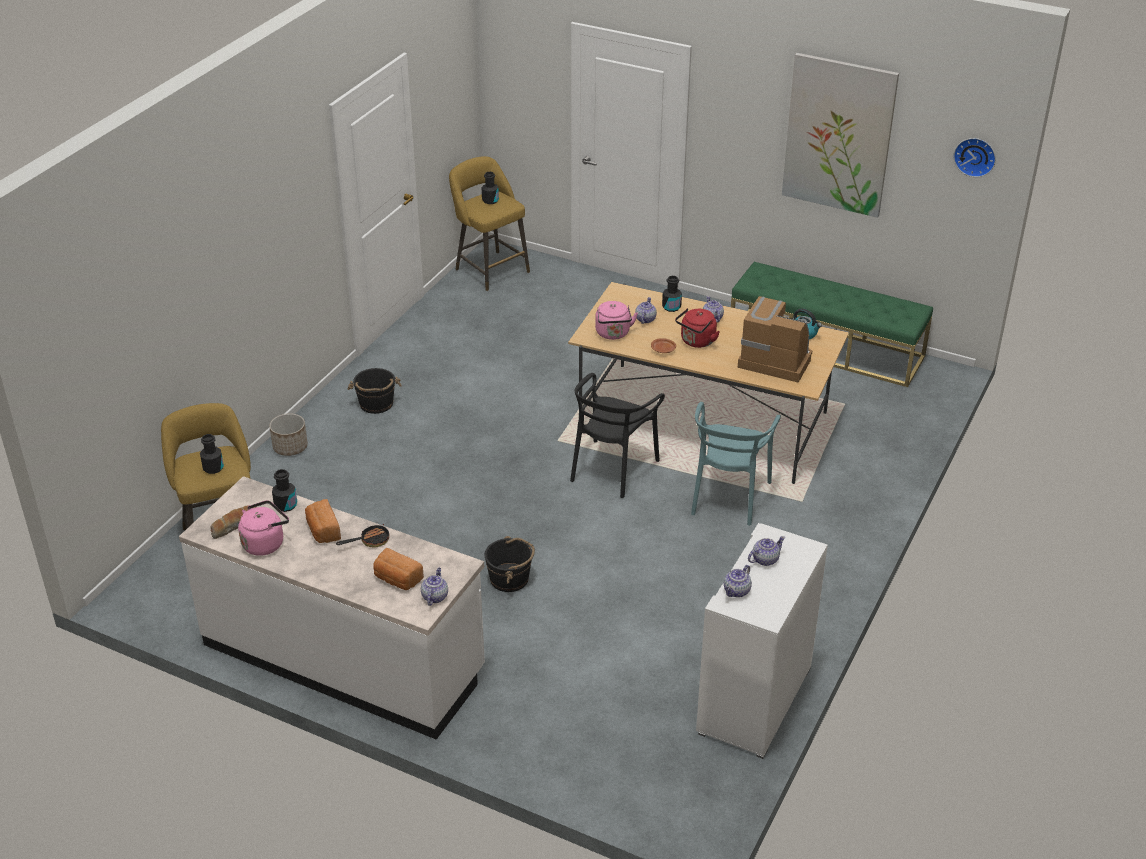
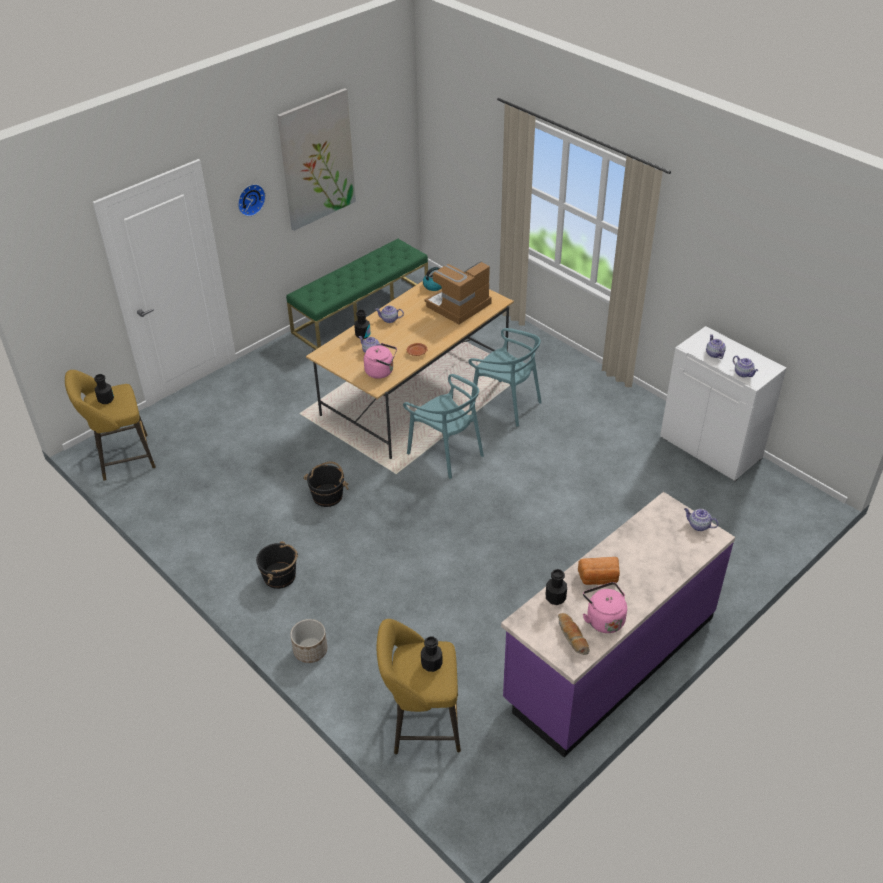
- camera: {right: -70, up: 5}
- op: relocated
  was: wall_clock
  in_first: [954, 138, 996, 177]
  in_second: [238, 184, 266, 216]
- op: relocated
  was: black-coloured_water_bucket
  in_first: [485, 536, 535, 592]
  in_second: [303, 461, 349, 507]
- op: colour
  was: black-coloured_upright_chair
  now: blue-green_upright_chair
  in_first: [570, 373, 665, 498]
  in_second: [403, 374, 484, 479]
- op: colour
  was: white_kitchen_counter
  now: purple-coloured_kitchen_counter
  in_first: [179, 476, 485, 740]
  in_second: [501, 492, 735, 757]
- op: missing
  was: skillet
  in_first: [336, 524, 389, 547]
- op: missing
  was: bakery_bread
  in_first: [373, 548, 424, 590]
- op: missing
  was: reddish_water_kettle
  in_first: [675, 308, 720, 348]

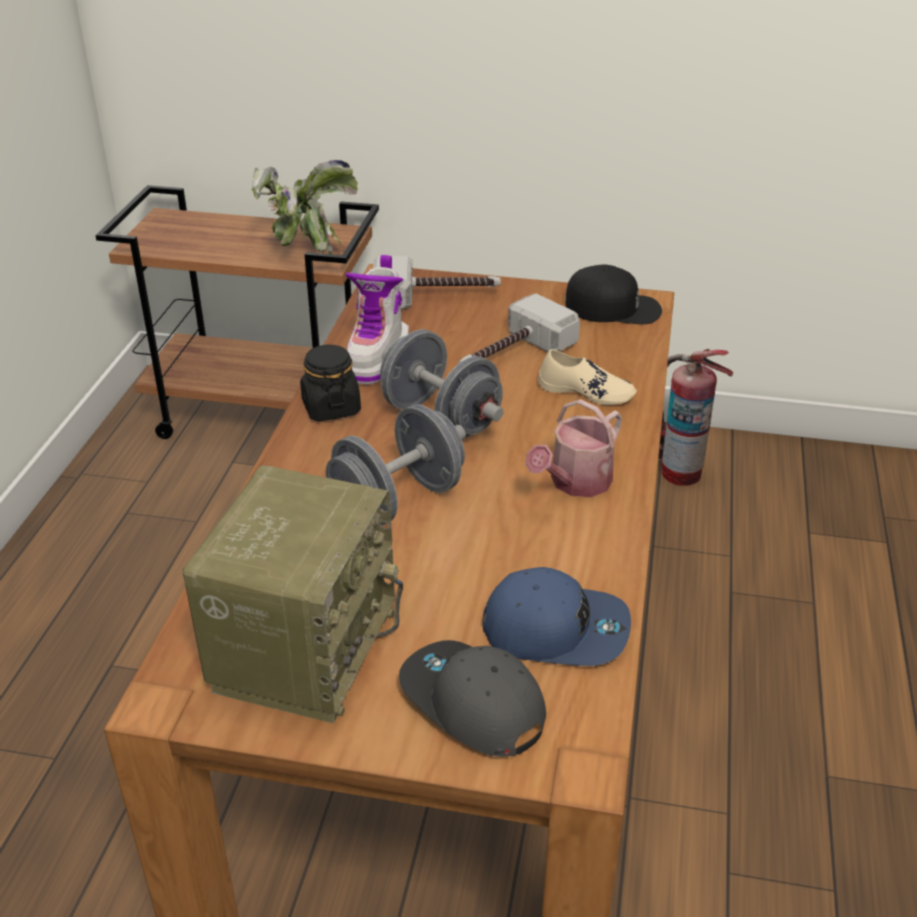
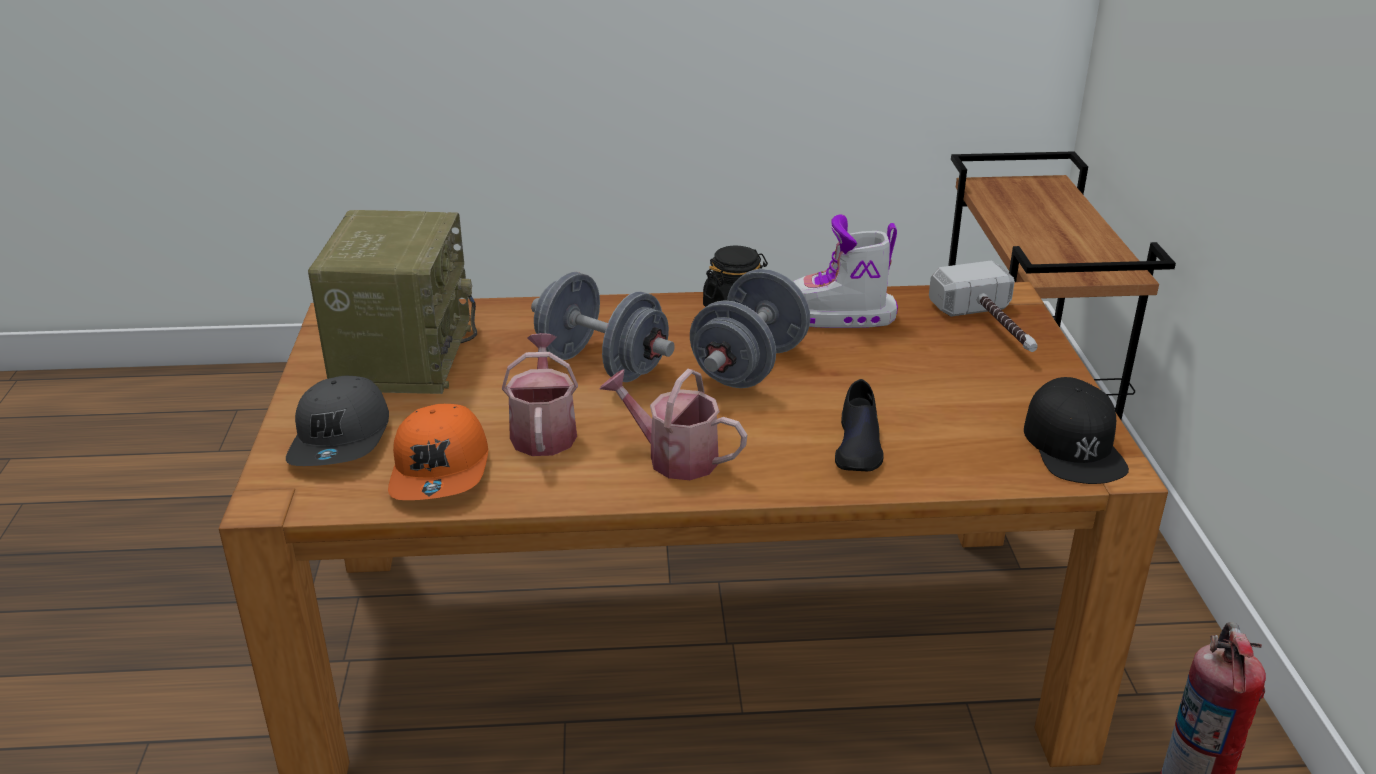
- camera: {right: 75, up: -5}
- op: spun
  was: grey_peaked_cap
  in_first: [399, 640, 546, 757]
  in_second: [286, 376, 389, 466]
  clockwise: 150
- op: spun
  was: radio
  in_first: [182, 465, 403, 724]
  in_second: [308, 210, 477, 394]
  clockwise: -90
- op: colour
  was: blue_peaked_cap
  now: orange-coloured_peaked_cap
  in_first: [482, 567, 631, 666]
  in_second: [388, 404, 488, 500]
- op: appeared
  now: watering_can
  in_second: [502, 333, 578, 456]
- op: colour
  was: beige_low_shoe
  now: black-coloured_low_shoe
  in_first: [538, 349, 637, 405]
  in_second: [835, 379, 884, 471]
- op: missing
  was: potted_plant
  in_first: [252, 160, 358, 254]
- op: missing
  was: hammer
  in_first: [458, 293, 580, 364]

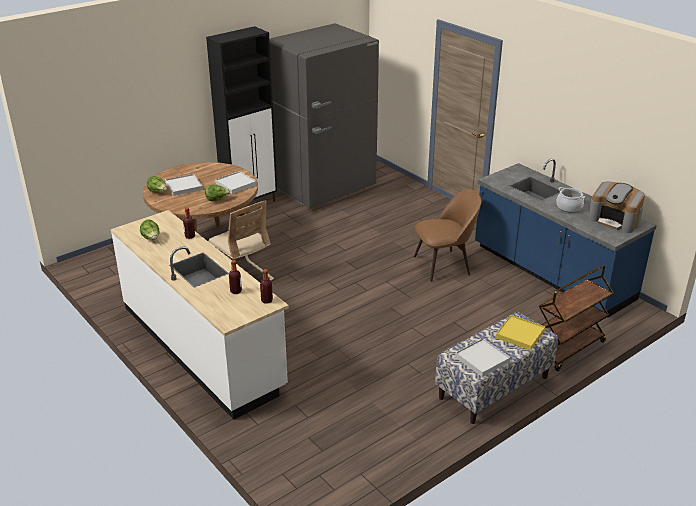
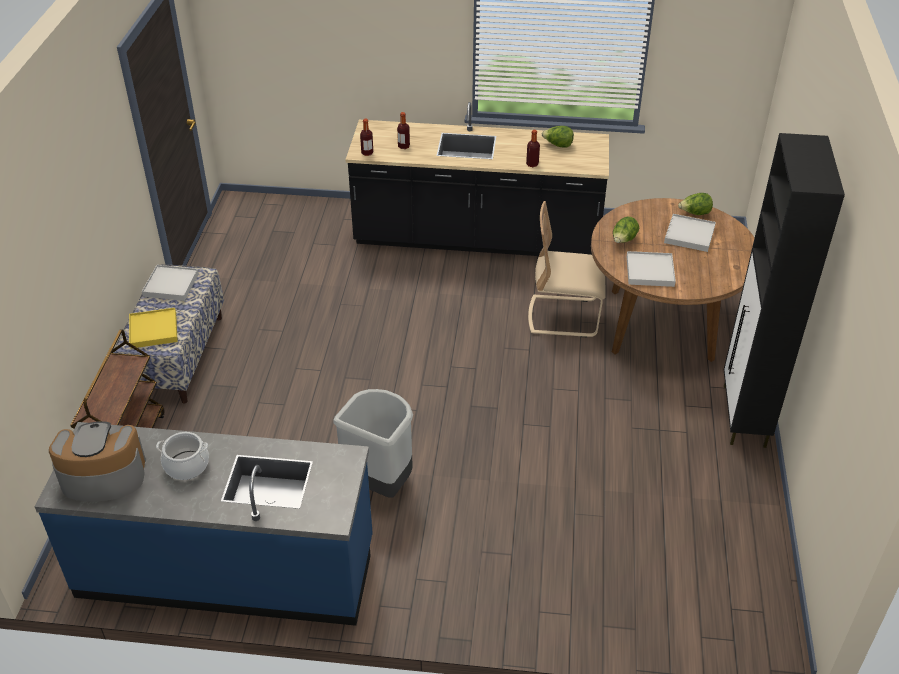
- camera: {right: 135, up: 10}
- op: exchanged
  was: brown-coloured_upright_chair
  now: grey_trash_can
  in_first: [414, 189, 482, 282]
  in_second: [333, 389, 413, 498]
- op: colour
  was: white_kitchen_counter
  now: black-coloured_kitchen_counter
  in_first: [110, 210, 289, 420]
  in_second: [345, 102, 609, 256]
- op: missing
  was: grey_refrigerator
  in_first: [269, 23, 379, 209]

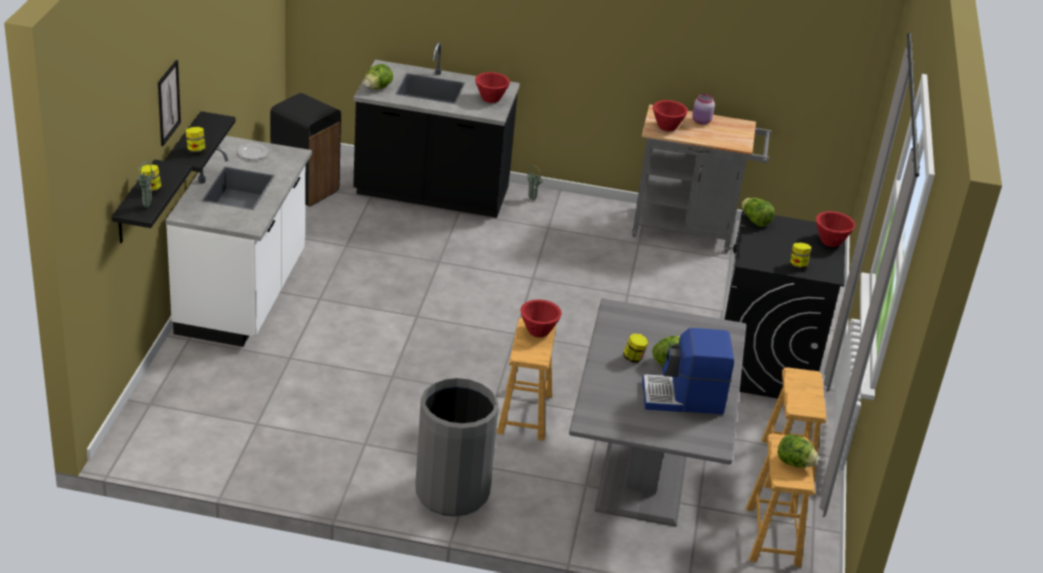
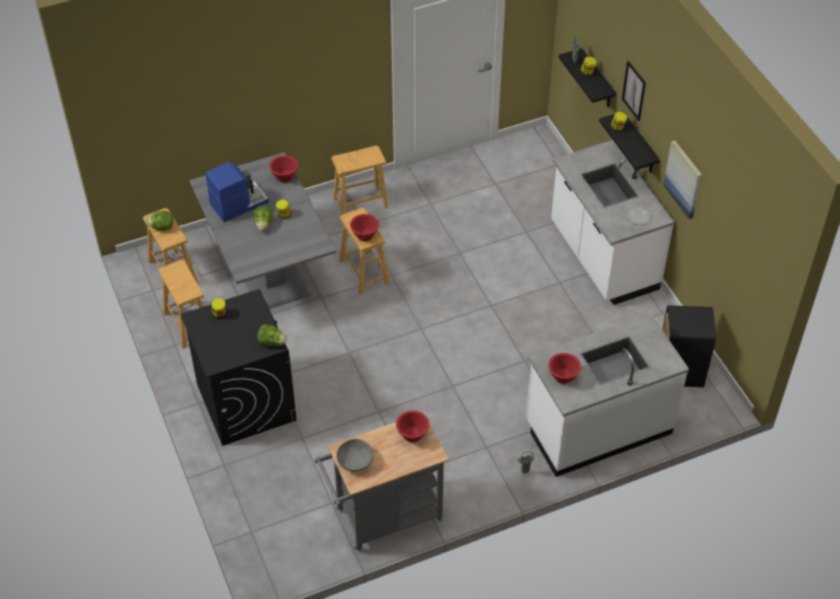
- camera: {right: 150, up: 15}
- op: relocated
  was: reddish_bowl
  in_first: [816, 211, 855, 247]
  in_second: [269, 155, 298, 182]
- op: exchanged
  was: grey_trash_can
  now: brown-coloured_sitting_stool
  in_first: [415, 378, 499, 517]
  in_second: [331, 146, 388, 215]
- op: appeared
  now: grey_bowl
  in_second: [337, 439, 373, 472]
- op: colour
  was: black-coloured_kitchen_counter
  now: white_kitchen_counter
  in_first: [353, 42, 520, 218]
  in_second: [526, 314, 689, 477]
- op: appeared
  now: wall_art
  in_second: [663, 140, 702, 219]
- op: missing
  was: head_of_lettuce
  in_first: [364, 64, 393, 89]
- op: missing
  was: pink_storage_jar
  in_first: [692, 94, 715, 125]

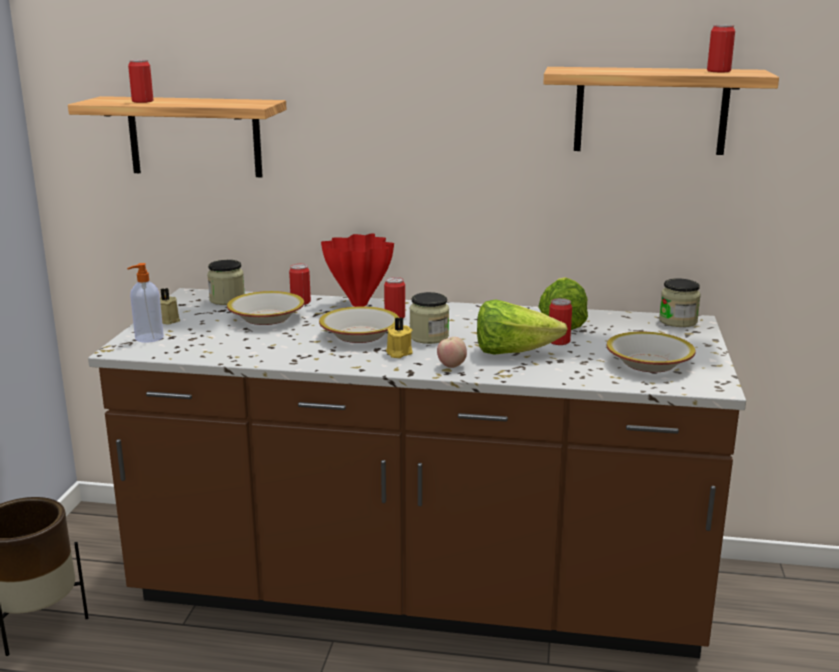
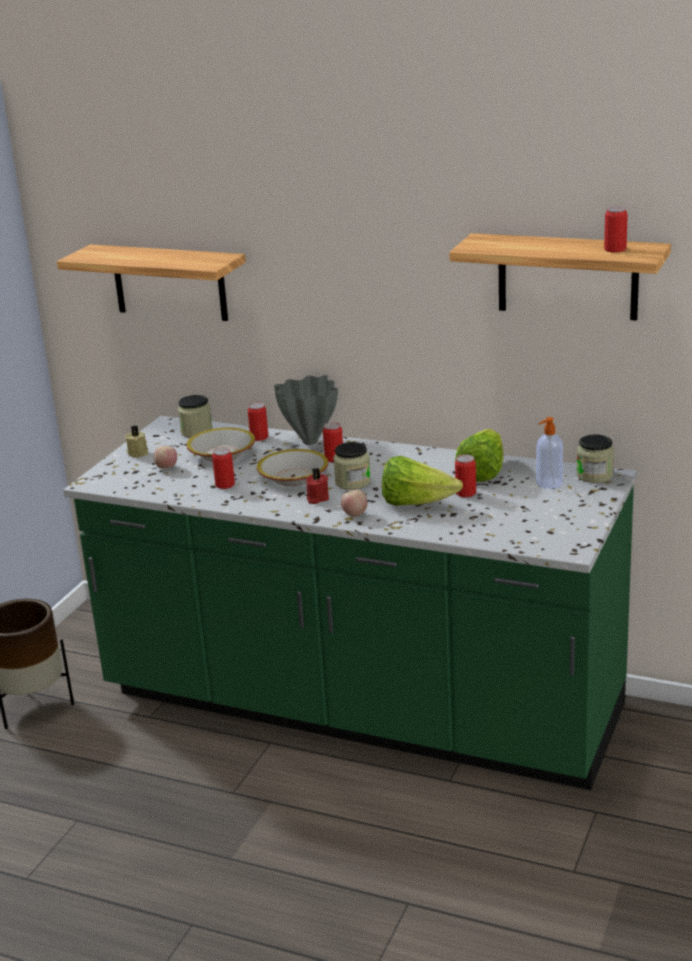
- camera: {right: 15, up: 5}
- op: colour
  was: brown-coloured_kitchen_counter
  now: green_kitchen_counter
  in_first: [88, 288, 746, 658]
  in_second: [63, 416, 637, 790]
- op: appeared
  now: apple_fruit
  in_second: [154, 446, 177, 469]
- op: relocated
  was: can
  in_first: [128, 60, 153, 103]
  in_second: [212, 447, 235, 489]
- op: colour
  was: reddish_flower_vase
  now: grey_flower_vase
  in_first: [321, 233, 394, 307]
  in_second: [274, 375, 338, 445]
- op: colour
  was: yellow_wax_candle
  now: reddish_wax_candle
  in_first: [386, 317, 413, 358]
  in_second: [306, 468, 329, 504]
- op: relocated
  was: liquid_soap_bottle
  in_first: [127, 263, 164, 342]
  in_second: [536, 417, 563, 489]
- op: missing
  was: bowl
  in_first: [606, 331, 696, 372]

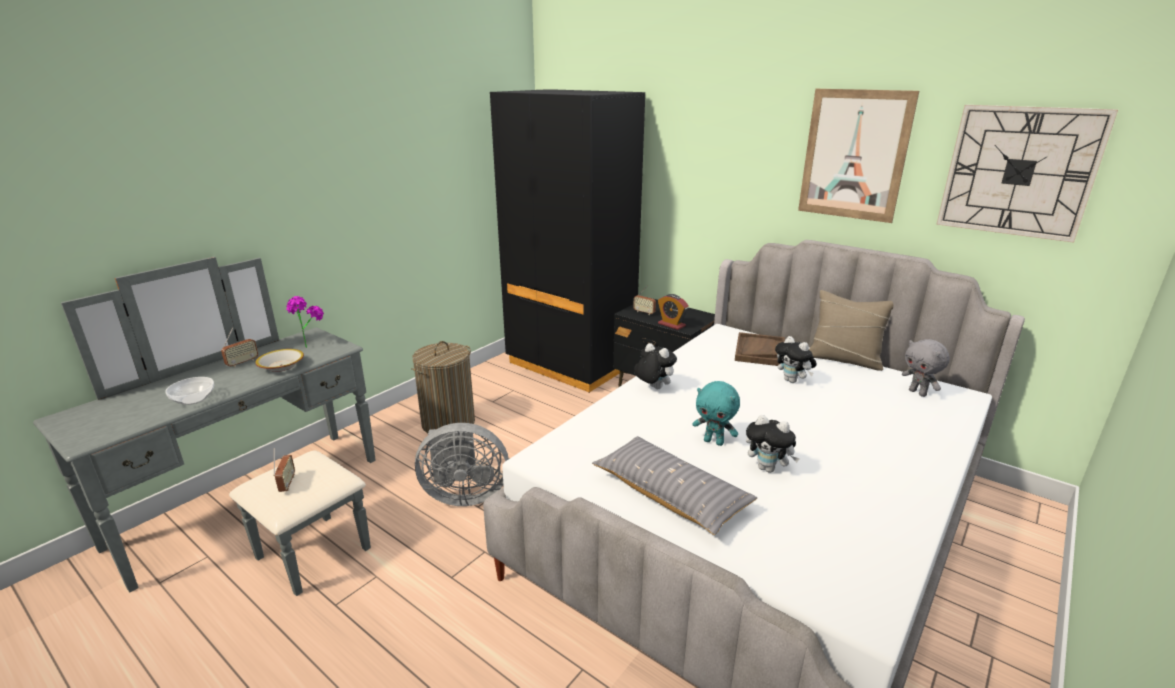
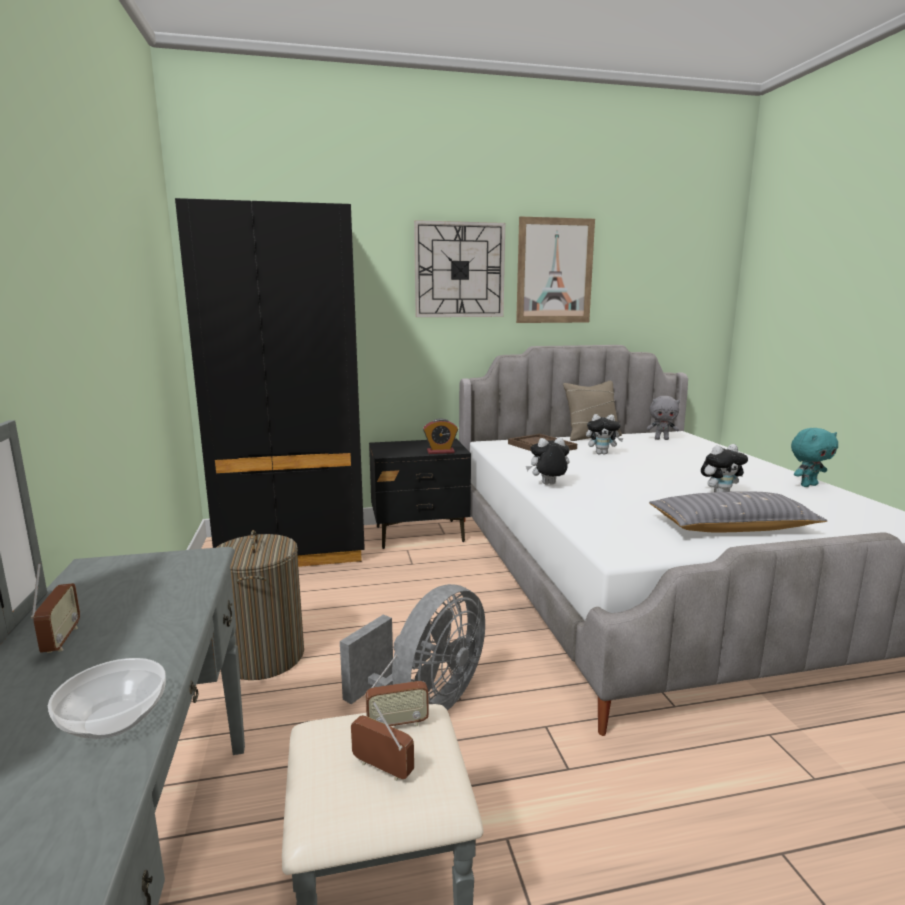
- camera: {right: -50, up: -10}
- op: relocated
  was: radio
  in_first: [633, 285, 656, 315]
  in_second: [366, 654, 429, 726]
- op: relocated
  was: wall_clock
  in_first: [936, 105, 1118, 243]
  in_second: [414, 220, 505, 317]
- op: relocated
  was: blue-green_soft_toy
  in_first: [692, 381, 740, 446]
  in_second: [791, 428, 838, 487]
- op: missing
  was: bowl
  in_first: [256, 349, 304, 372]
- op: missing
  was: potted_plant
  in_first: [286, 296, 324, 348]

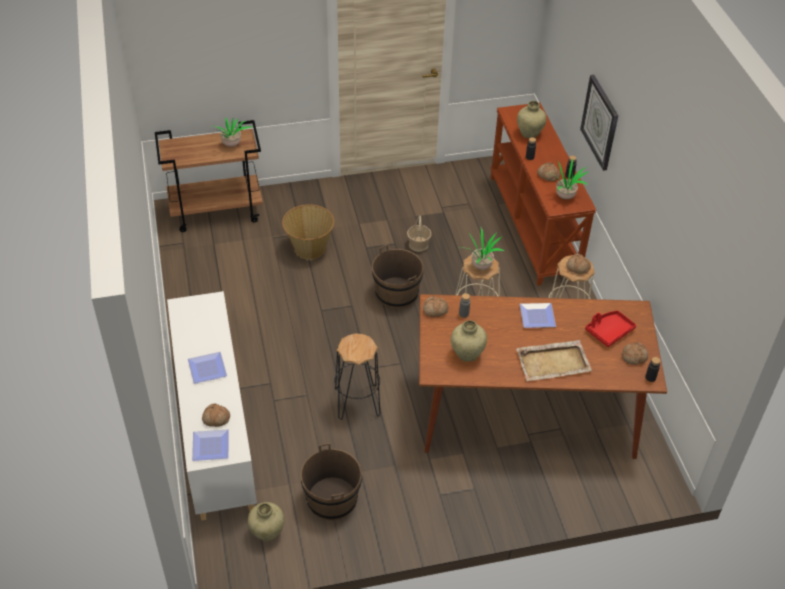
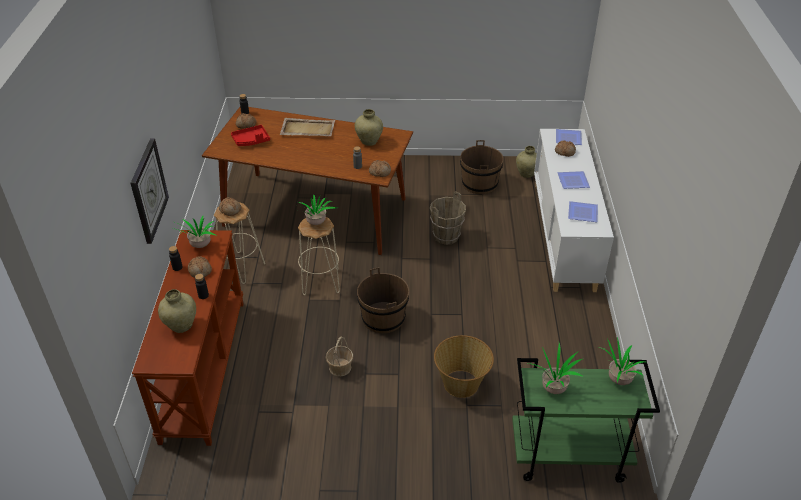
- camera: {right: -165, up: -5}
- op: exchanged
  was: black-coloured_sitting_stool
  now: brown-coloured_water_bucket
  in_first: [334, 333, 380, 420]
  in_second: [430, 191, 466, 245]
- op: colour
  was: brown-coloured_wheeled_cart
  now: green_wheeled_cart
  in_first: [155, 120, 263, 232]
  in_second: [512, 358, 660, 483]
- op: relocated
  was: plate
  in_first: [520, 303, 556, 328]
  in_second: [568, 201, 598, 222]
- op: appeared
  now: potted_plant
  in_second: [599, 337, 645, 385]

